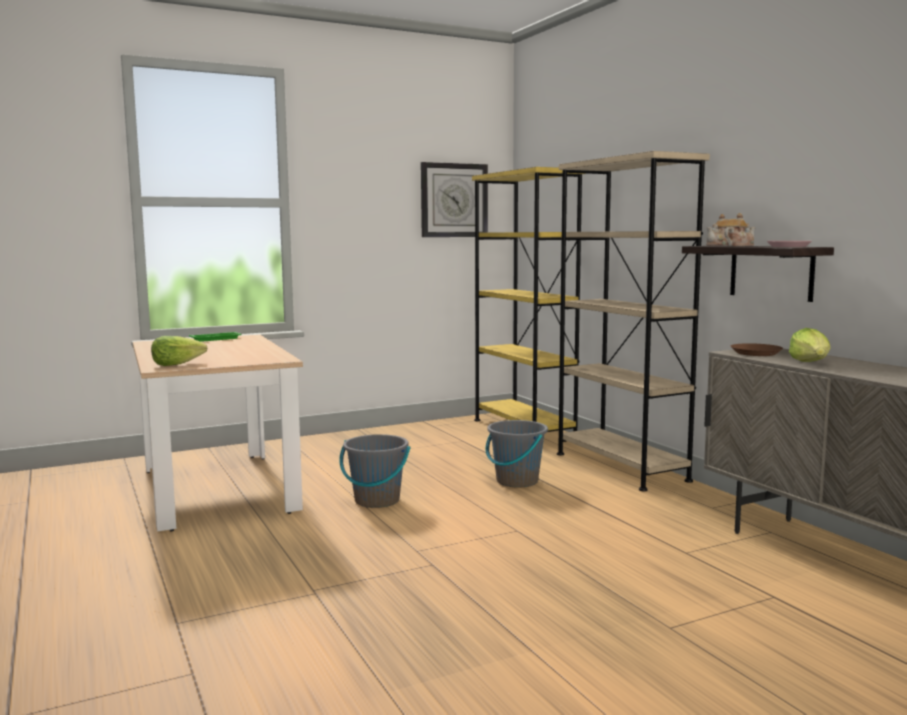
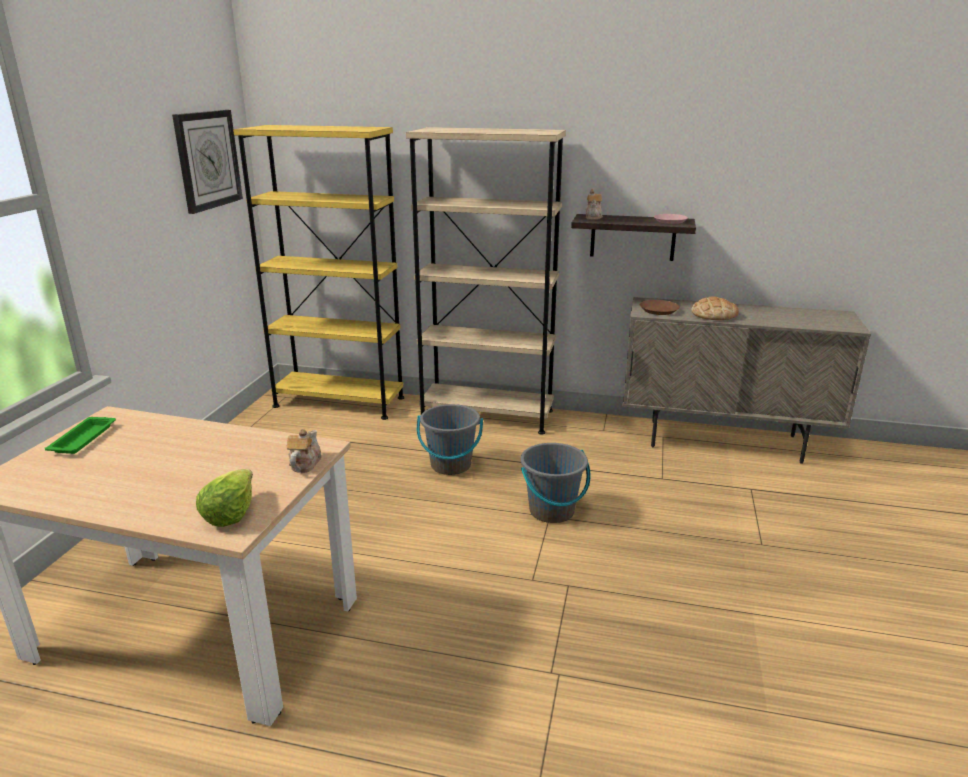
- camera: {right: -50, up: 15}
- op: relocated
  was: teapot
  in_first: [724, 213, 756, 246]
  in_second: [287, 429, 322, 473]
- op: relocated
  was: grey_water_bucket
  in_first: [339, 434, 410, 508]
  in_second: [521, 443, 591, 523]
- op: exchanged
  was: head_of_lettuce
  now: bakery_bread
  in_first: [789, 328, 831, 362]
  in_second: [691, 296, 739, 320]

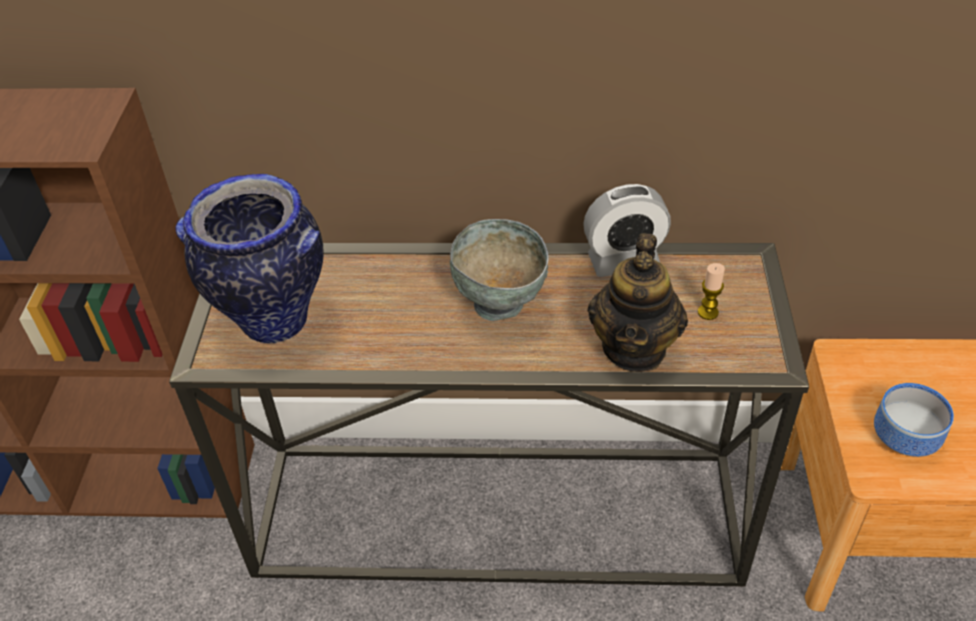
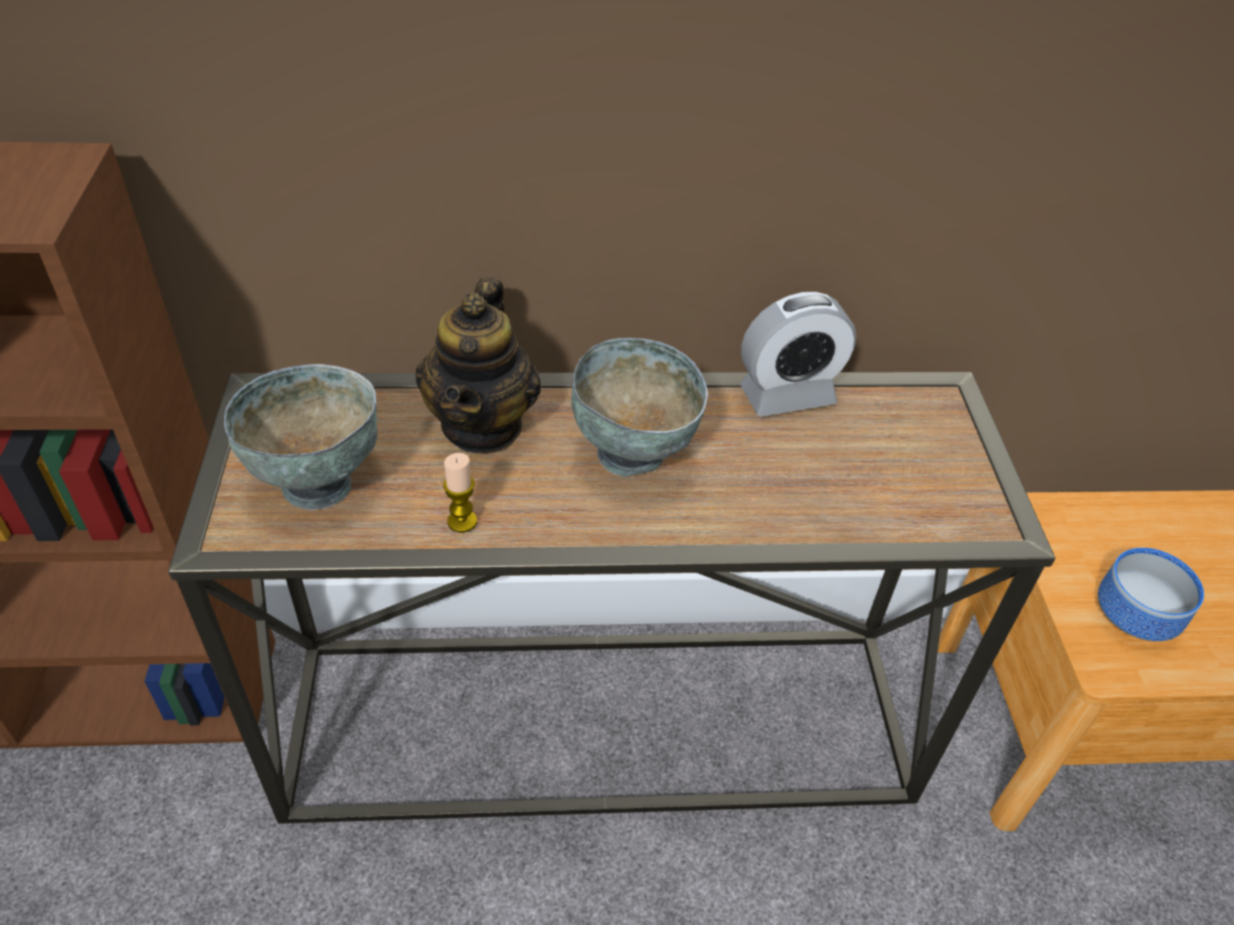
- camera: {right: -10, up: 0}
- op: exchanged
  was: flower_vase
  now: grey_bowl
  in_first: [175, 174, 324, 343]
  in_second: [224, 364, 377, 510]
- op: relocated
  was: teapot
  in_first: [588, 233, 688, 372]
  in_second: [416, 277, 541, 454]
- op: relocated
  was: wax_candle
  in_first: [698, 263, 725, 320]
  in_second: [443, 453, 477, 533]

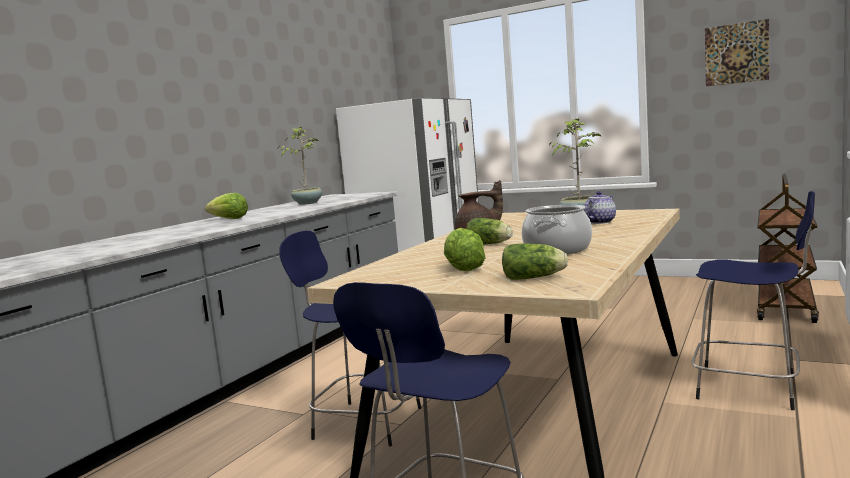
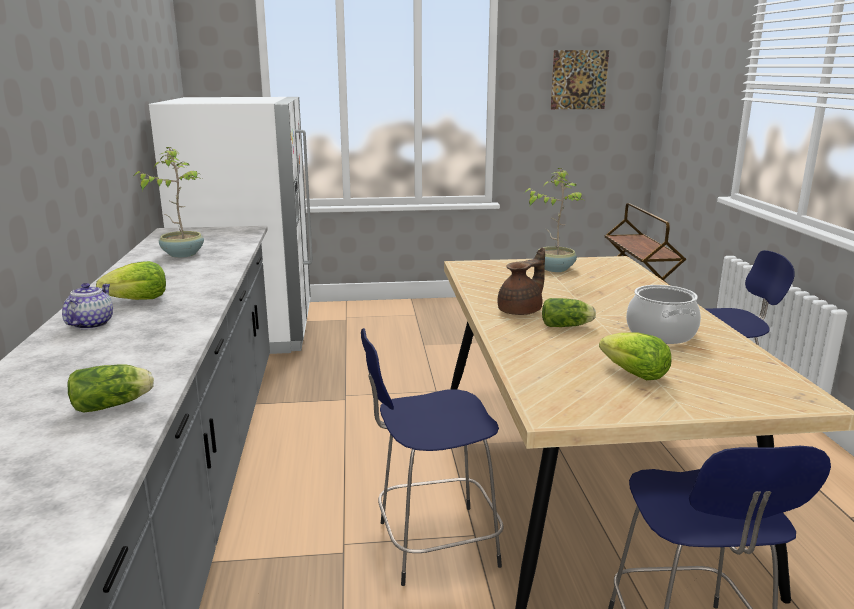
- camera: {right: -35, up: 10}
- op: relocated
  was: teapot
  in_first: [584, 191, 616, 224]
  in_second: [62, 283, 113, 330]
- op: relocated
  was: head_of_lettuce
  in_first: [502, 243, 568, 280]
  in_second: [68, 364, 154, 413]

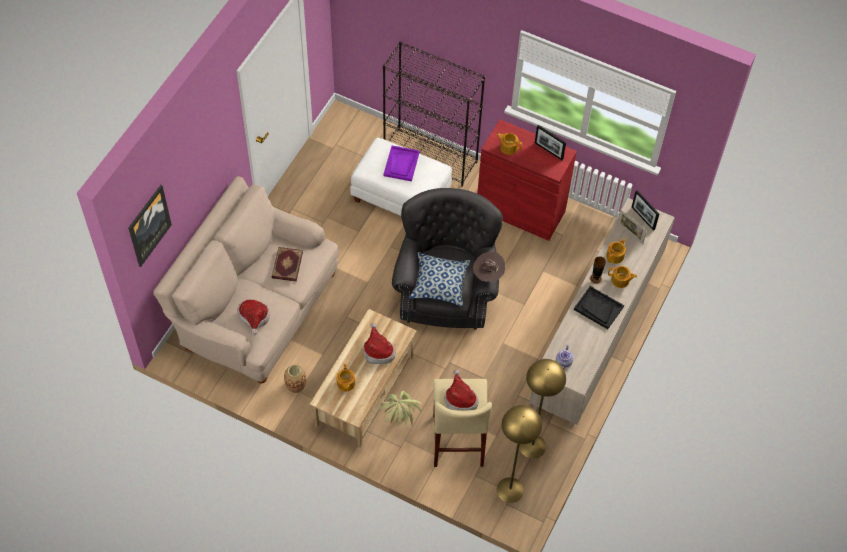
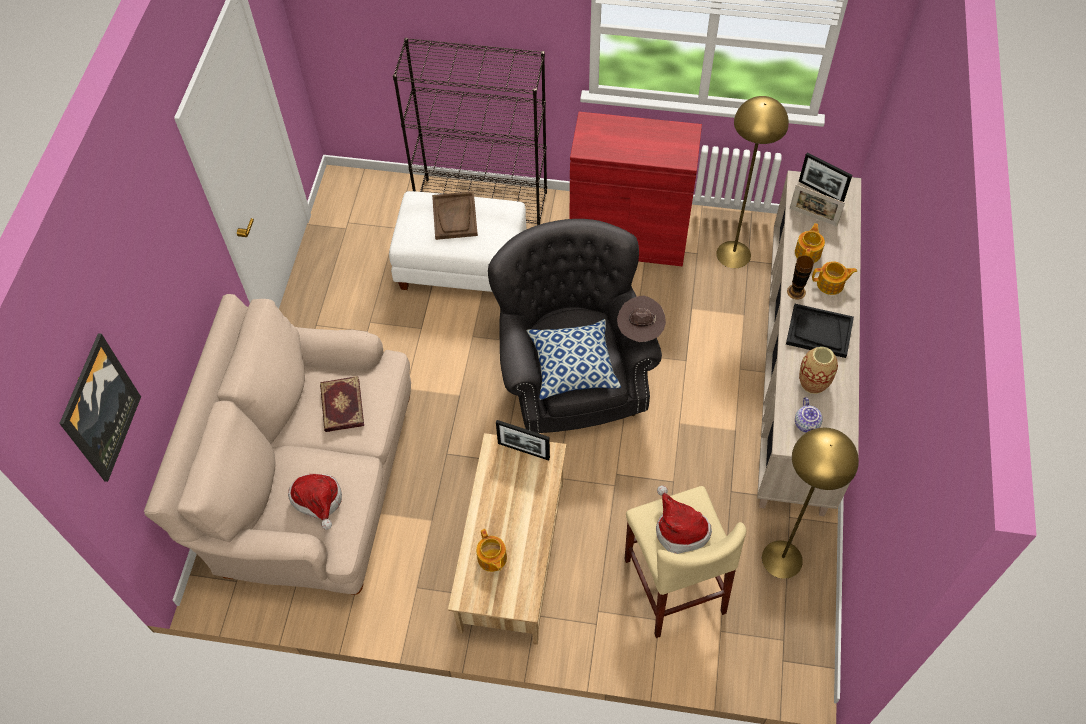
- camera: {right: -15, up: 0}
- op: colour
  was: purple-coloured_serving_tray
  now: brown-coloured_serving_tray
  in_first: [383, 146, 420, 182]
  in_second: [432, 191, 478, 240]
- op: relocated
  was: picture_frame
  in_first: [535, 125, 566, 160]
  in_second: [496, 420, 550, 461]
- op: relocated
  was: yellow_standard_lamp
  in_first: [496, 405, 542, 503]
  in_second: [716, 96, 789, 268]
- op: relocated
  was: flower_vase
  in_first: [284, 365, 306, 393]
  in_second: [799, 347, 838, 394]
- op: missing
  was: clothing_hat
  in_first: [363, 323, 396, 364]
- op: missing
  was: potted_plant
  in_first: [379, 391, 422, 426]
- op: missing
  was: teapot
  in_first: [496, 133, 522, 155]

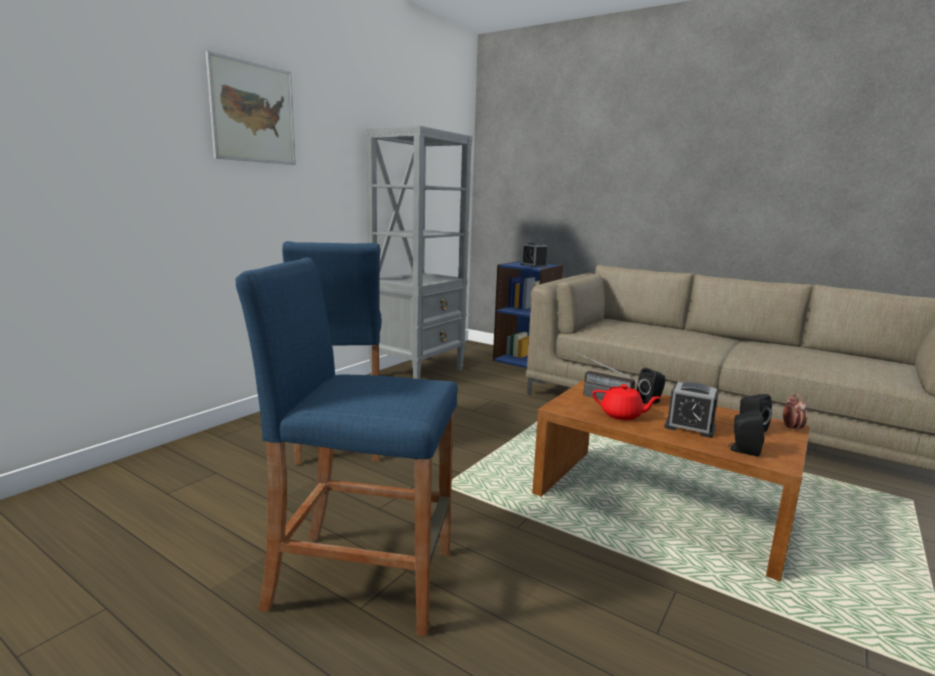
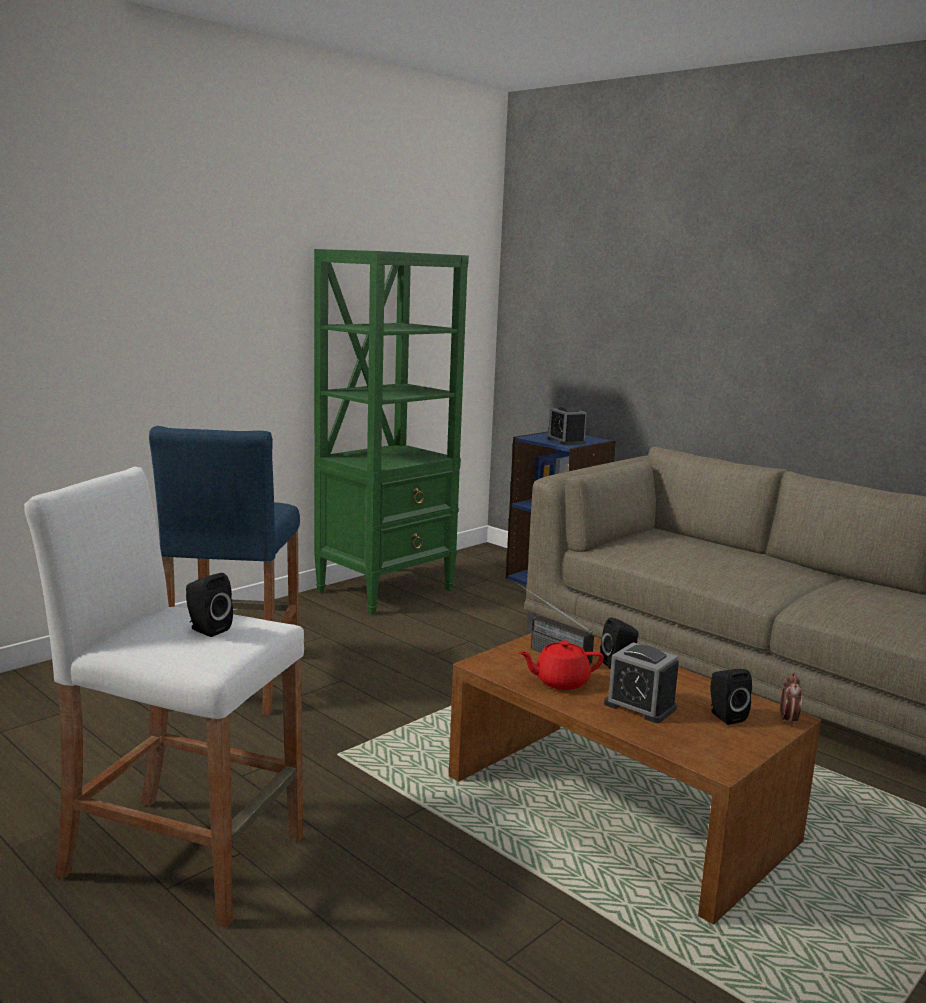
- camera: {right: 10, up: 0}
- op: colour
  was: blue_sitting_stool
  now: white_sitting_stool
  in_first: [236, 258, 458, 636]
  in_second: [24, 467, 304, 928]
- op: relocated
  was: black-coloured_speaker
  in_first: [728, 410, 765, 456]
  in_second: [186, 573, 233, 637]
- op: colour
  was: grey_shelving_unit
  now: green_shelving_unit
  in_first: [366, 126, 472, 379]
  in_second: [314, 249, 469, 615]
- op: spun
  was: reddish_teapot
  in_first: [592, 384, 661, 420]
  in_second: [518, 640, 604, 690]
  clockwise: 135
- op: missing
  was: wall_art
  in_first: [206, 51, 296, 165]

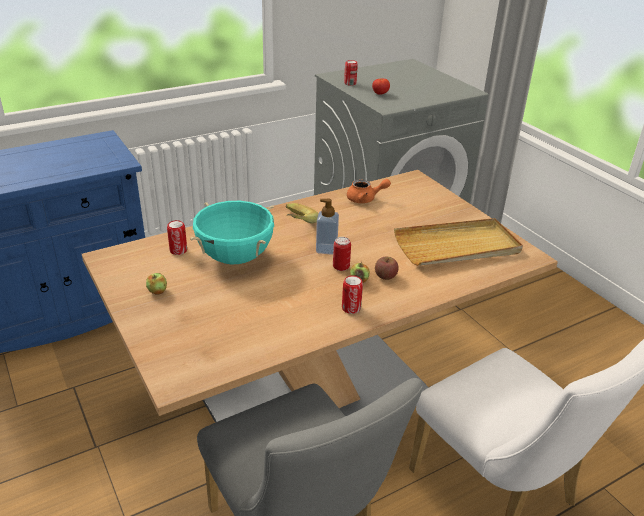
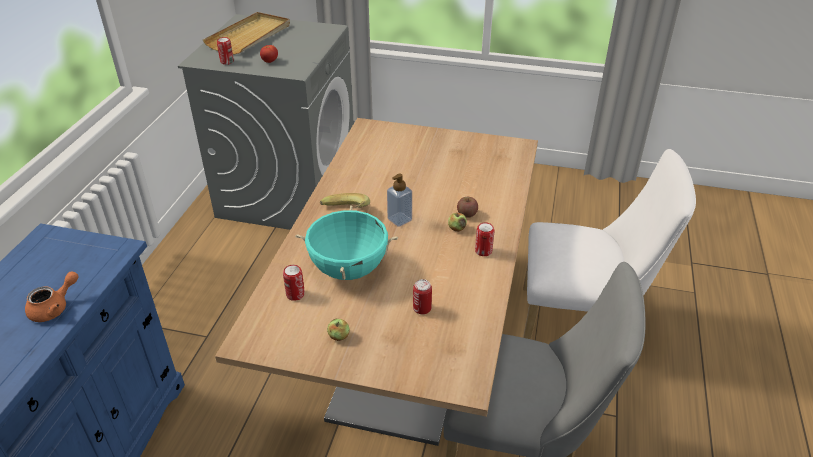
- camera: {right: -45, up: 5}
- op: relocated
  was: orange-coloured_teapot
  in_first: [347, 179, 391, 203]
  in_second: [25, 271, 79, 322]
- op: relocated
  was: beige_serving_tray
  in_first: [394, 218, 523, 266]
  in_second: [203, 12, 290, 55]
- op: relocated
  was: can
  in_first: [333, 237, 351, 271]
  in_second: [413, 279, 432, 315]

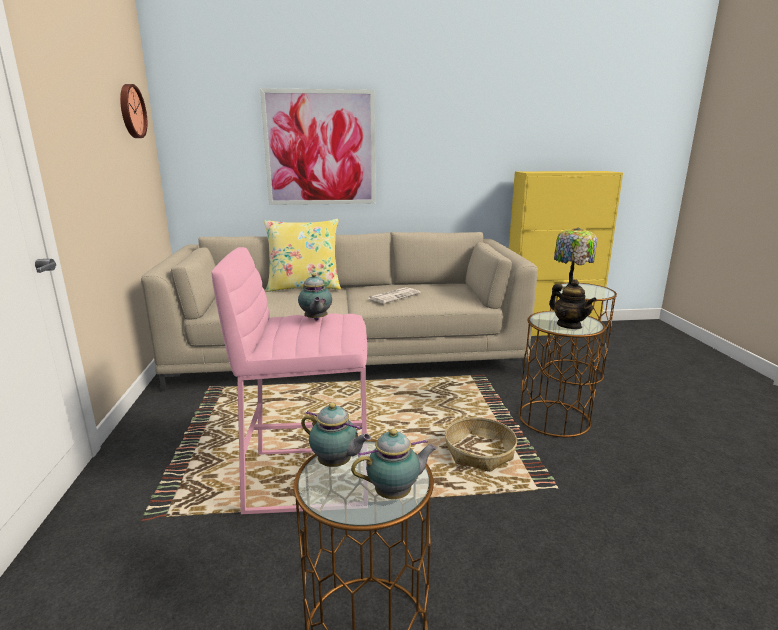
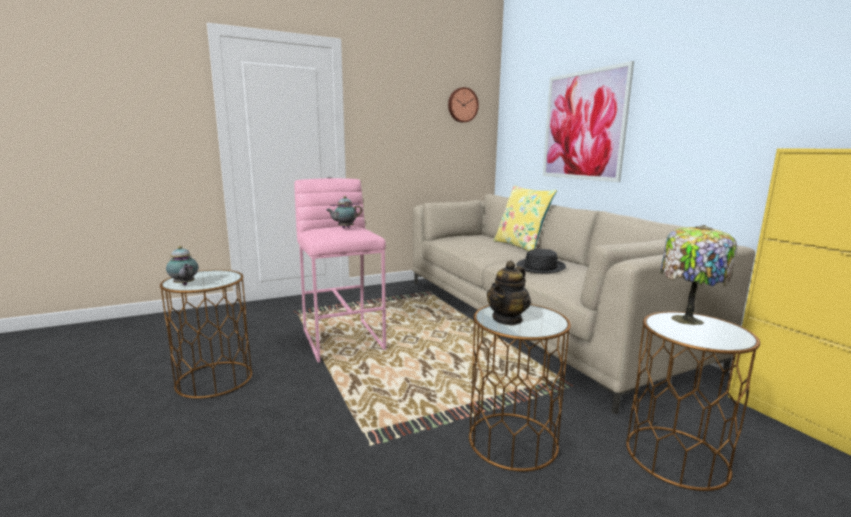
- camera: {right: 70, up: -5}
- op: exchanged
  was: daily_paper
  now: black-coloured_clothing_hat
  in_first: [367, 287, 420, 303]
  in_second: [516, 249, 566, 273]
- op: missing
  was: teapot
  in_first: [301, 403, 371, 467]
- op: missing
  was: household_basket
  in_first: [445, 417, 517, 472]

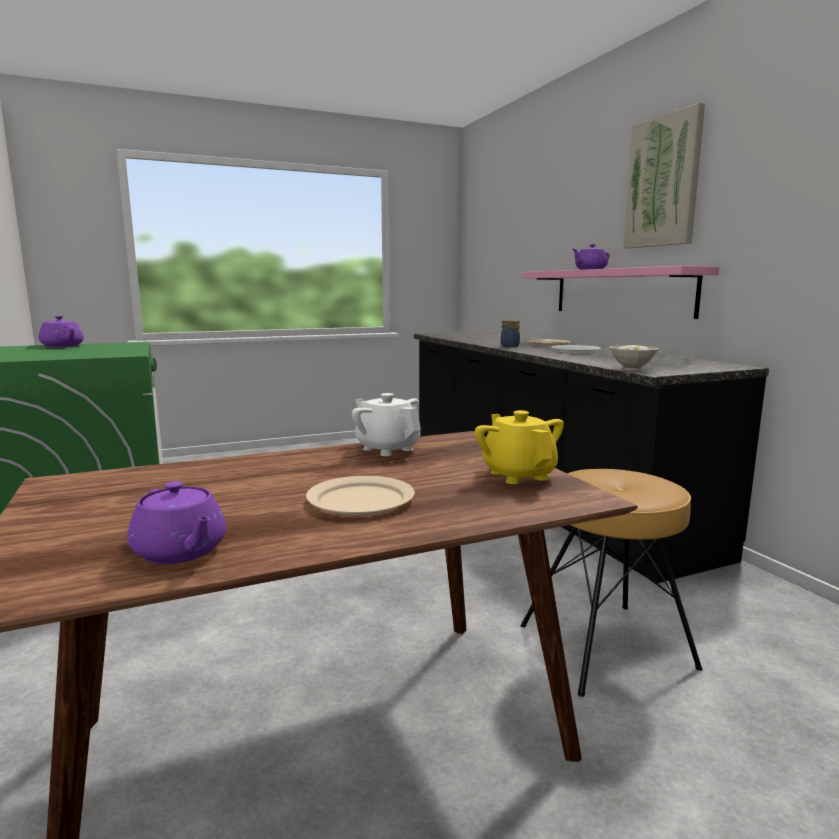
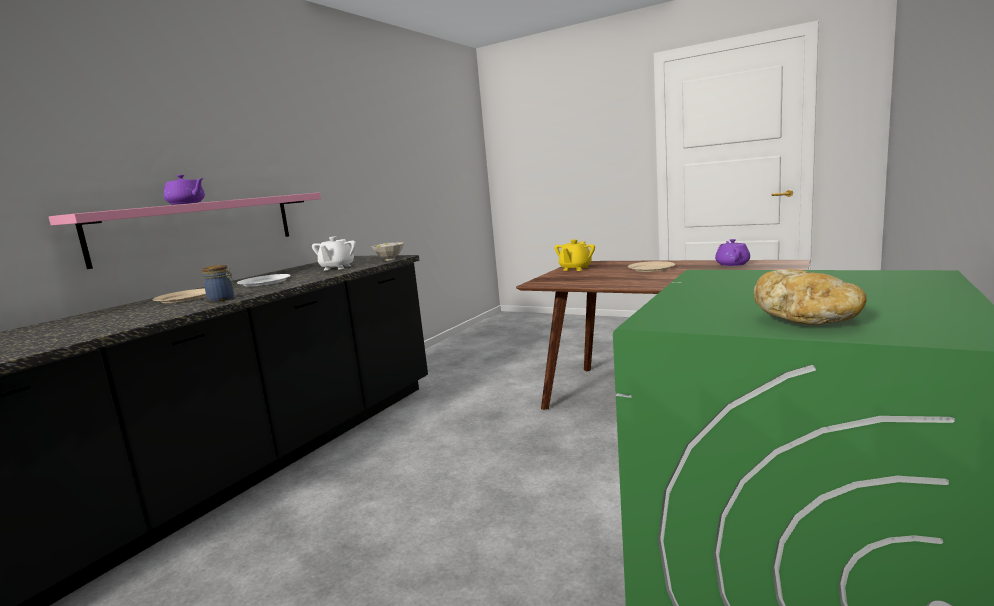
- camera: {right: -125, up: 0}
- op: relocated
  was: white_teapot
  in_first: [352, 393, 421, 456]
  in_second: [312, 236, 356, 270]
- op: exchanged
  was: purple-coloured_teapot
  now: bakery_bread
  in_first: [39, 316, 84, 347]
  in_second: [754, 269, 867, 325]
- op: missing
  was: brown-coloured_sitting_stool
  in_first: [520, 469, 703, 697]
- op: missing
  was: wall_art
  in_first: [623, 103, 705, 248]

